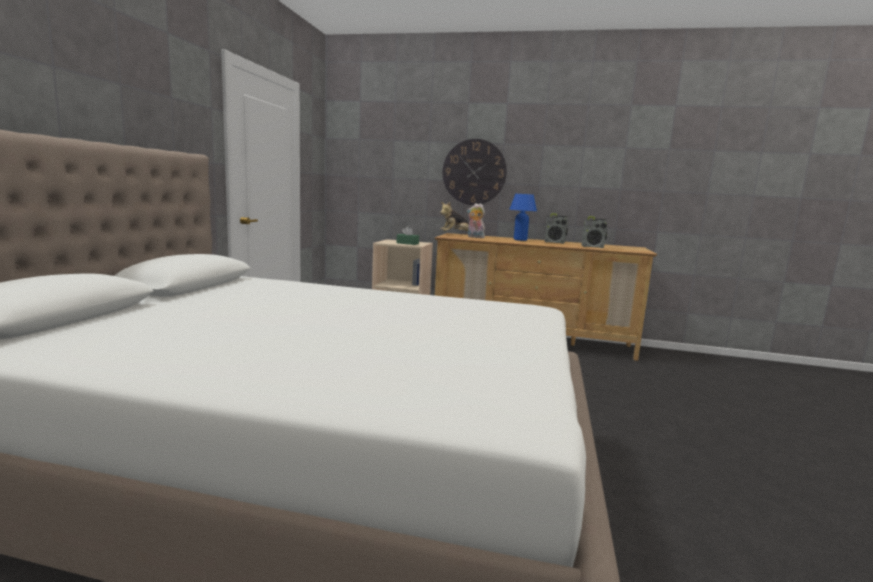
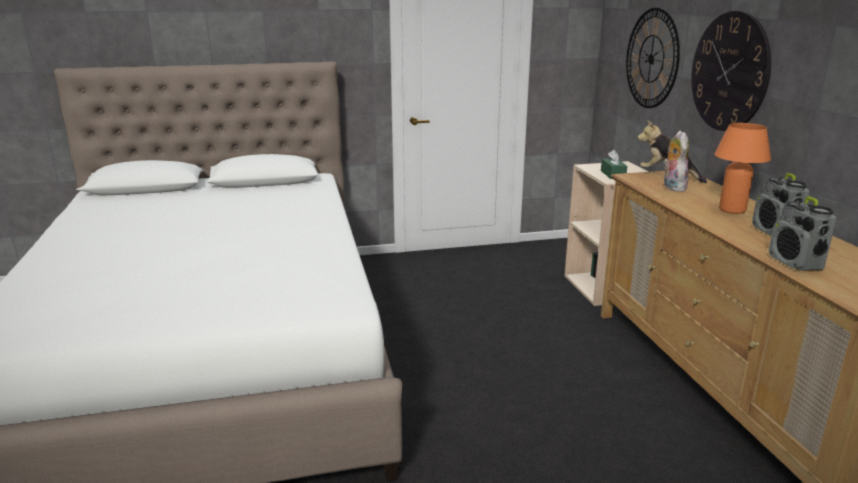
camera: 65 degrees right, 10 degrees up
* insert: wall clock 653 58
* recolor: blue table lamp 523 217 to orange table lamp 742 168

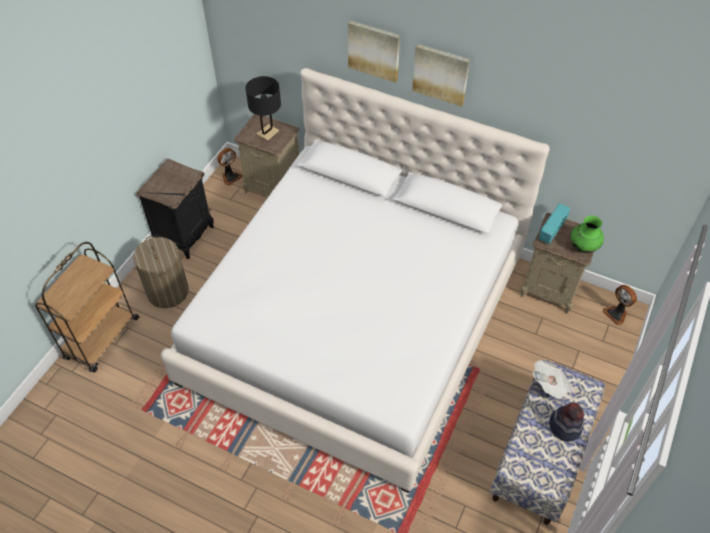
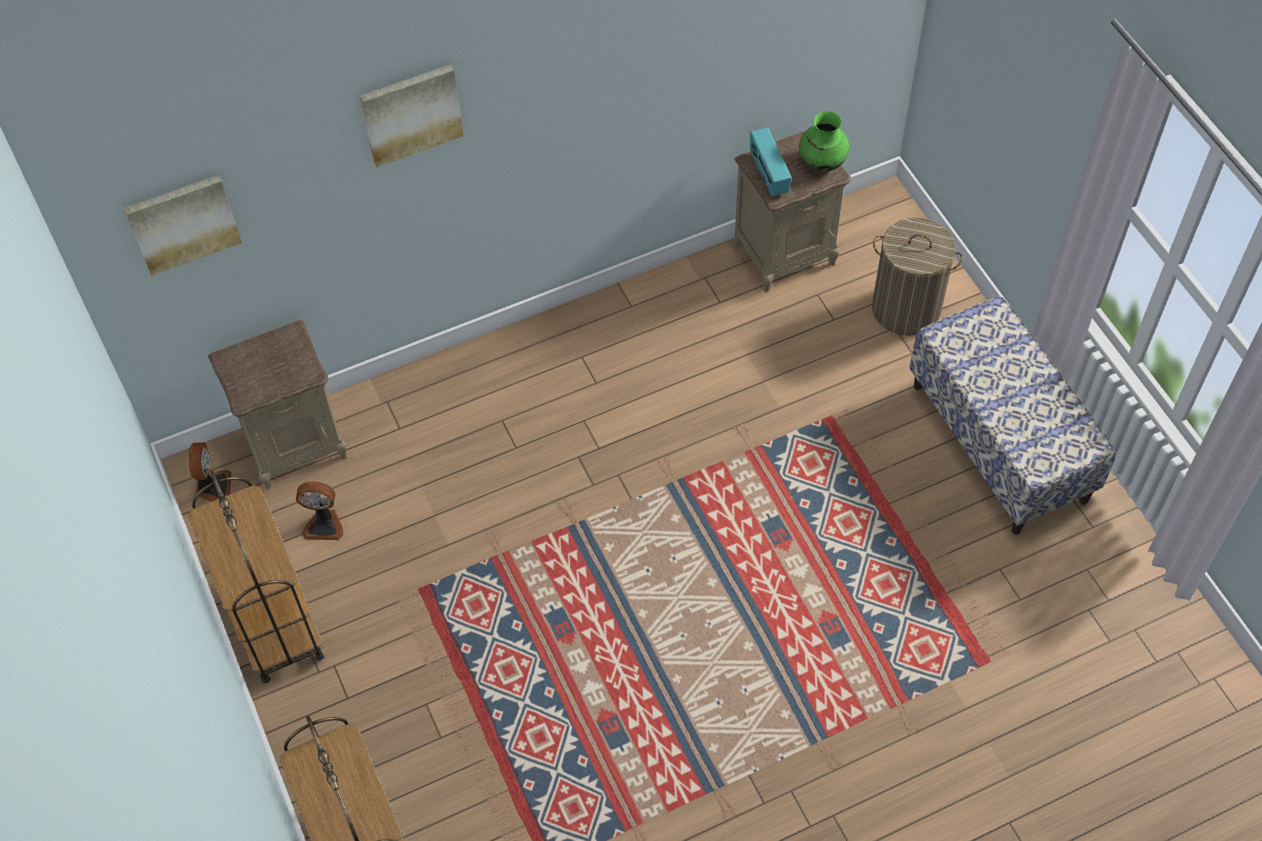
camera: 50 degrees left, 5 degrees up
* delete: white bed 355 280
* delete: black table lamp 263 108
* delete: newspaper 553 379
* delete: hat 566 422
* move: laundry basket 161 272 to 917 277
* move: picture 441 75 to 183 225
* move: fan 620 305 to 319 511
* replace: black nightstand 175 209 to brown cart 256 577

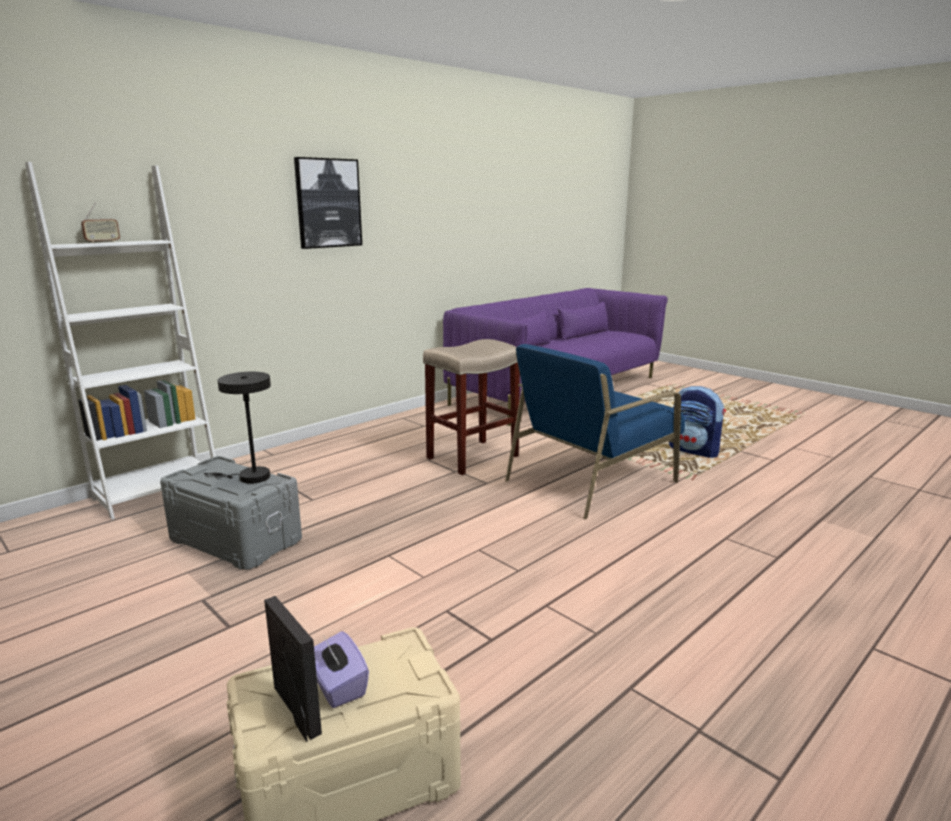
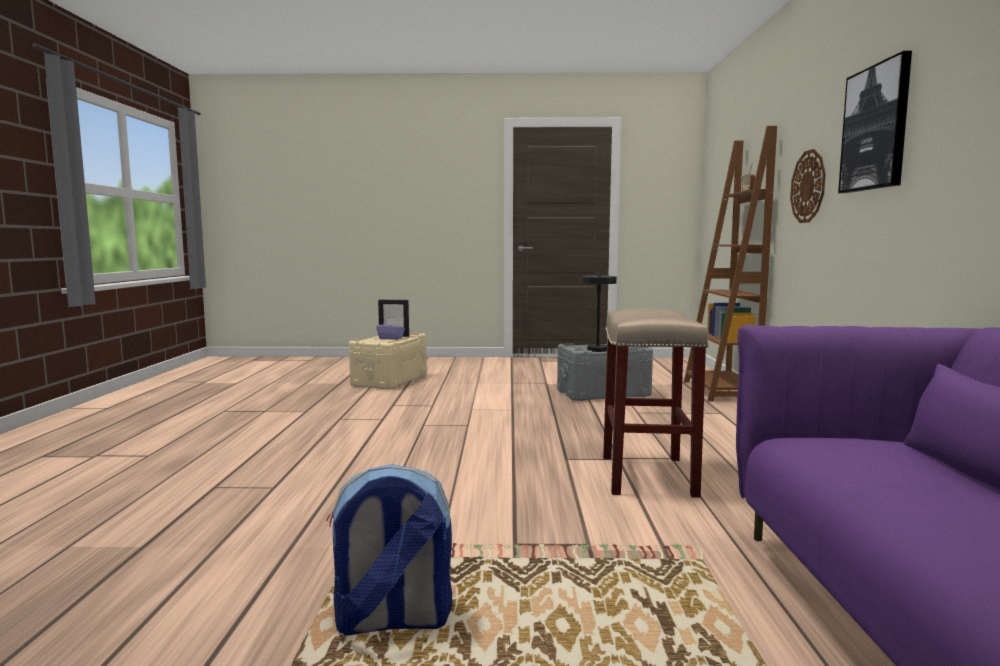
camera: 135 degrees right, 10 degrees down
* delete: blue armchair 595 431
* insert: wall clock 808 186
* recolor: white bookcase 120 341 to brown bookcase 730 263

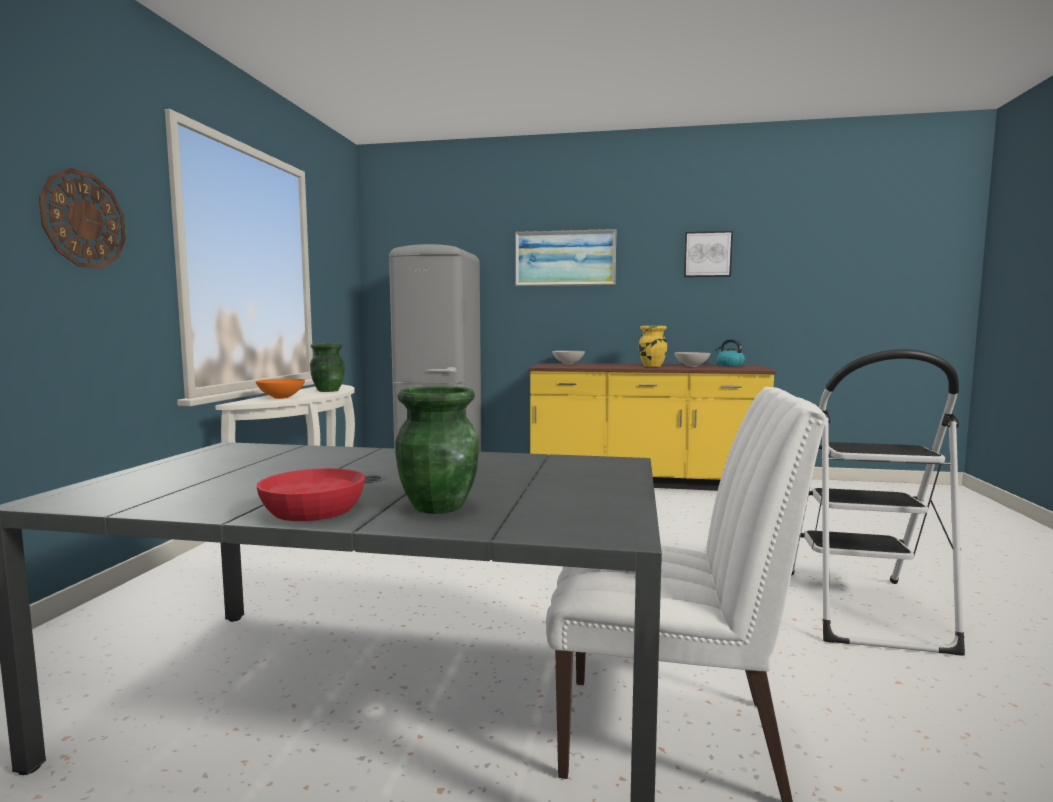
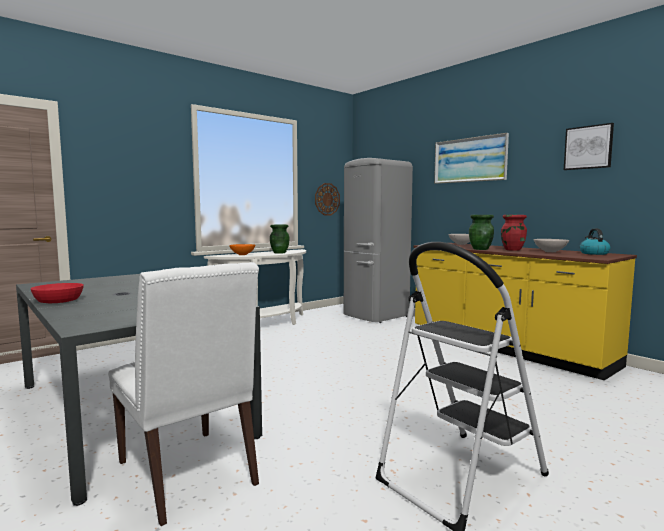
camera: 40 degrees right, 0 degrees up
* move: wall clock 82 218 to 327 199
* move: green vase 437 450 to 481 232
* recolor: yellow vase 653 346 to red vase 514 233

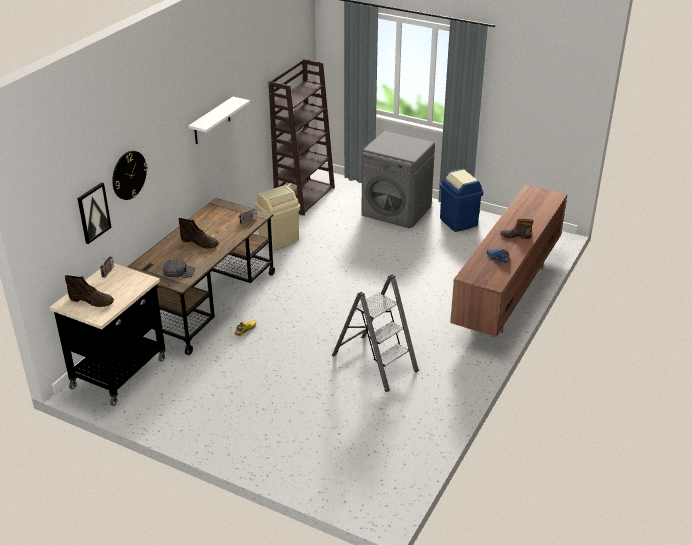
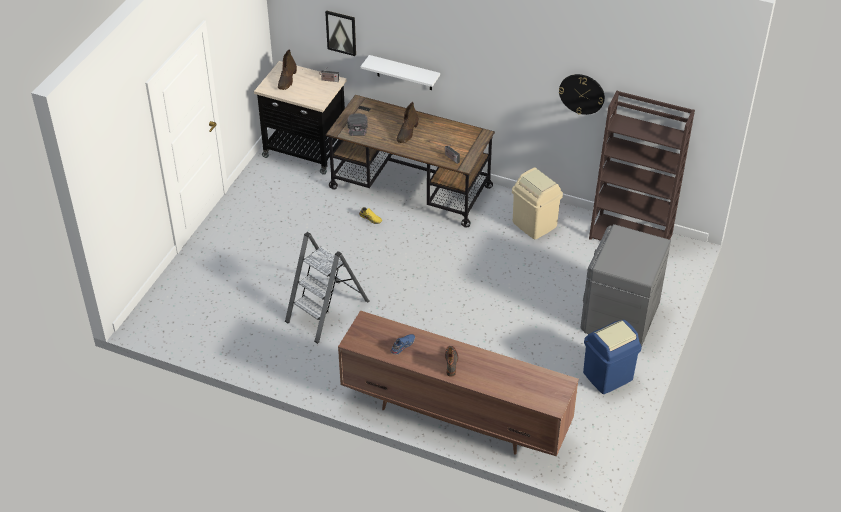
camera: 85 degrees right, 10 degrees up
* move: wall clock 130 175 to 582 94
* move: white shelf 219 120 to 400 72

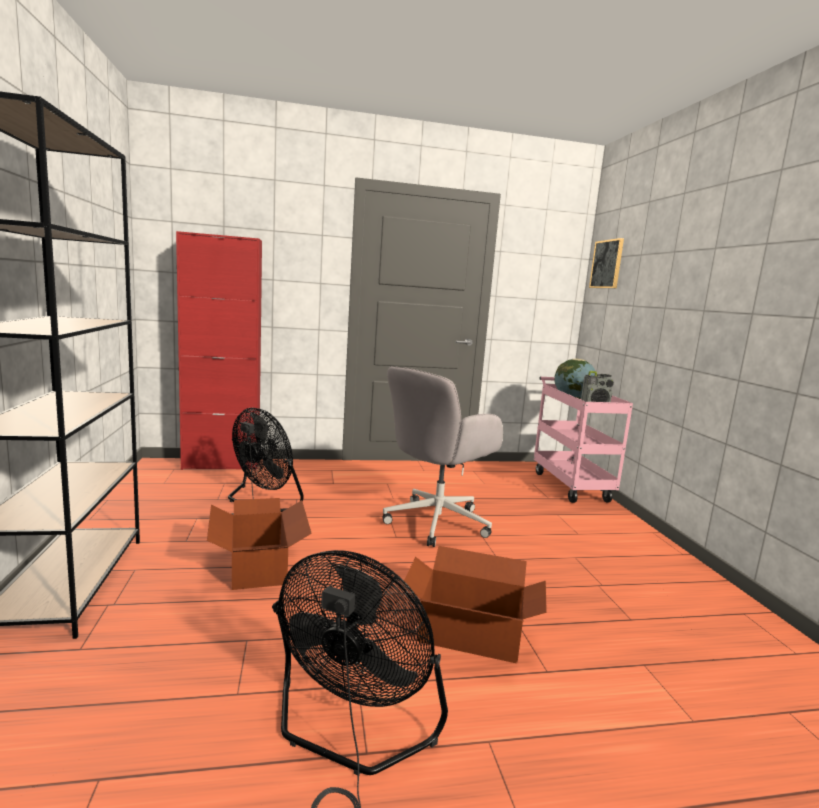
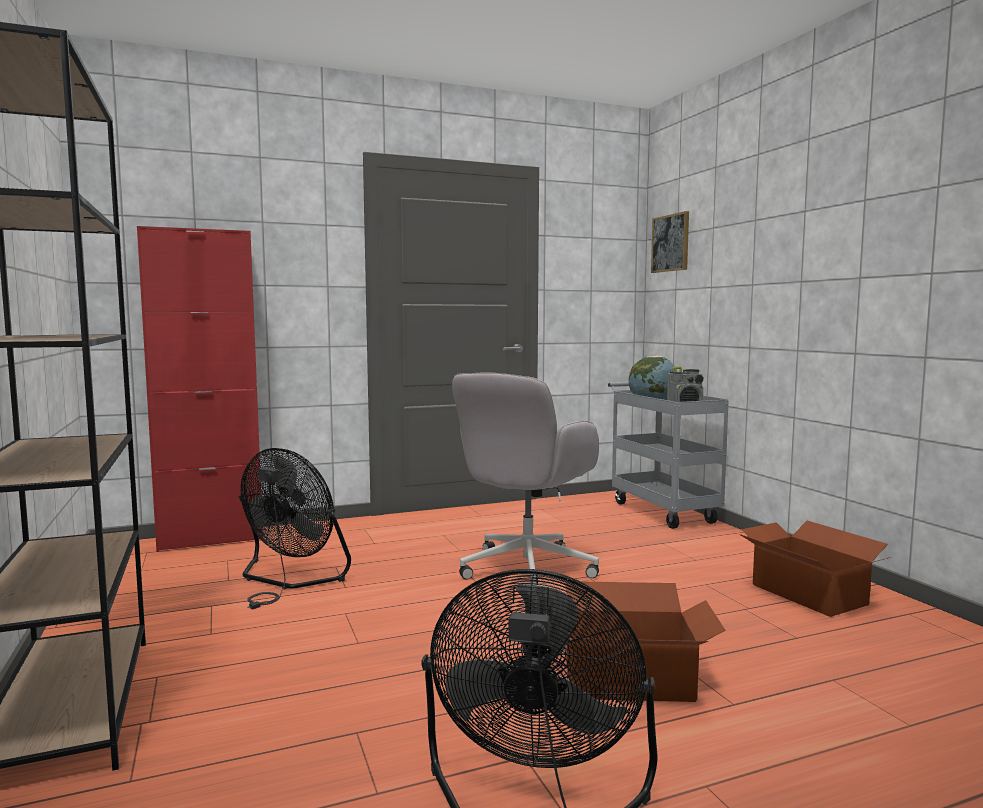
camera: 10 degrees left, 5 degrees down
* move: cardboard box 259 544 to 815 569
* recolor: pink cart 583 440 to grey cart 668 455

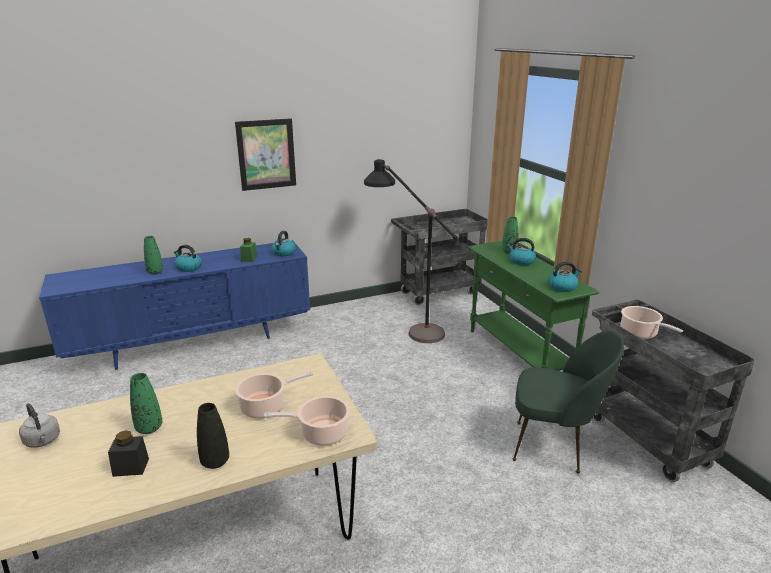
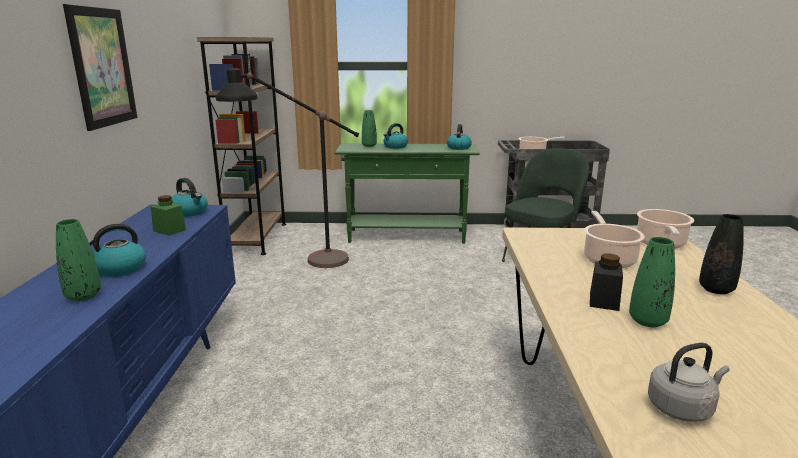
camera: 65 degrees left, 5 degrees down
* move: black jar 128 453 to 606 282
* replace: black cart 439 257 to brown bookcase 241 146

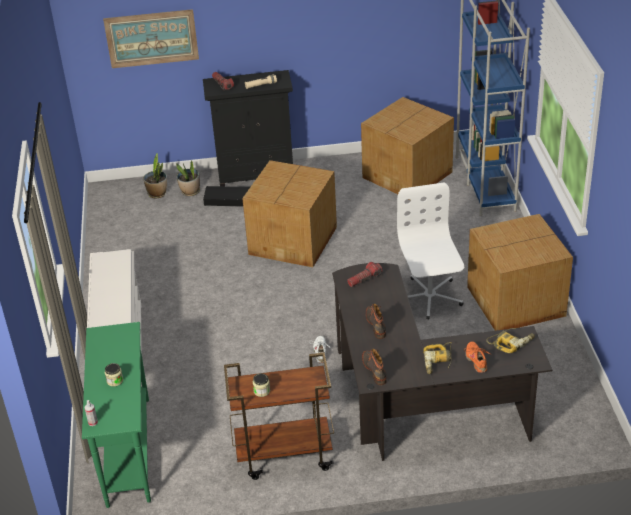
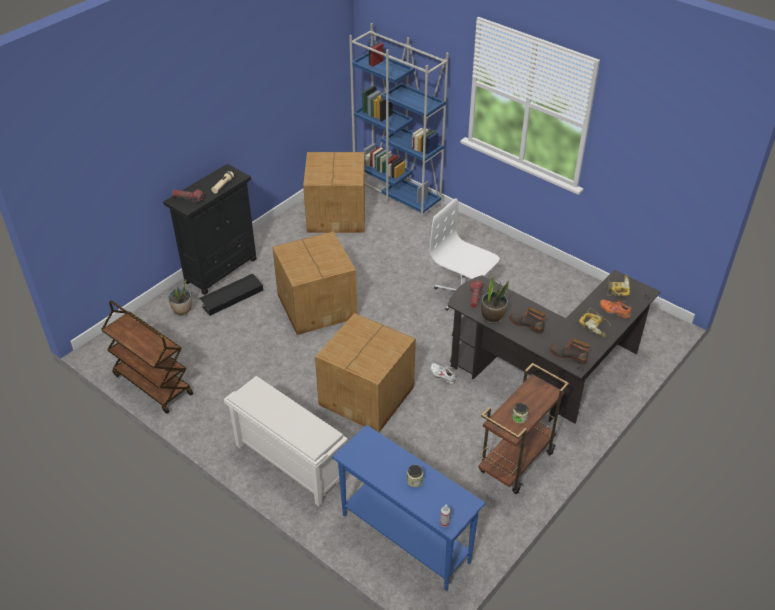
camera: 45 degrees left, 5 degrees up
* delete: picture 151 38
* insert: brown cart 147 357
* move: potted plant 155 175 to 495 299
* move: cardboard box 520 272 to 365 372
* recolor: green console table 116 415 to blue console table 409 508

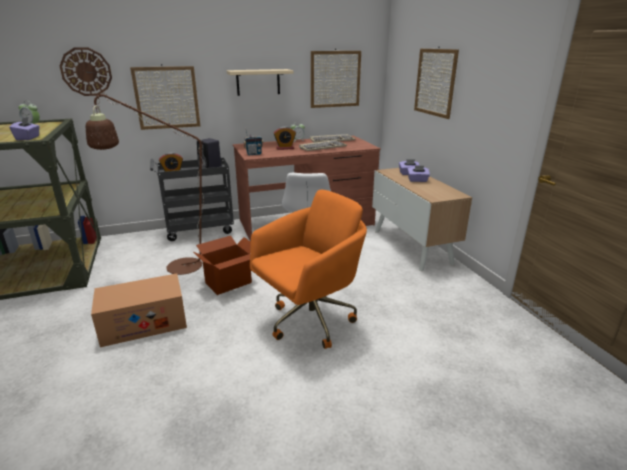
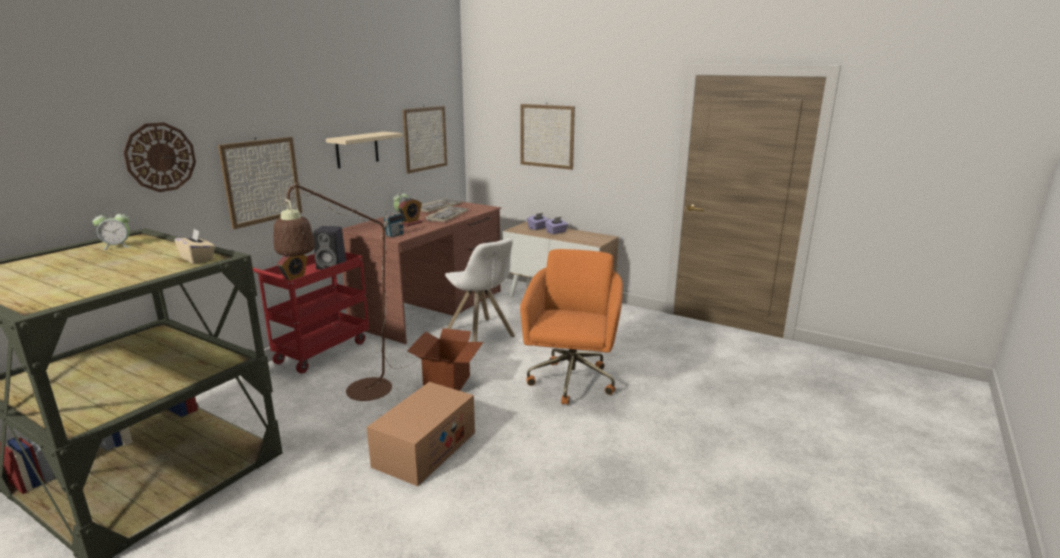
camera: 40 degrees left, 5 degrees down
* recolor: purple tissue box 24 128 to beige tissue box 195 246
* recolor: grey cart 192 199 to red cart 311 312

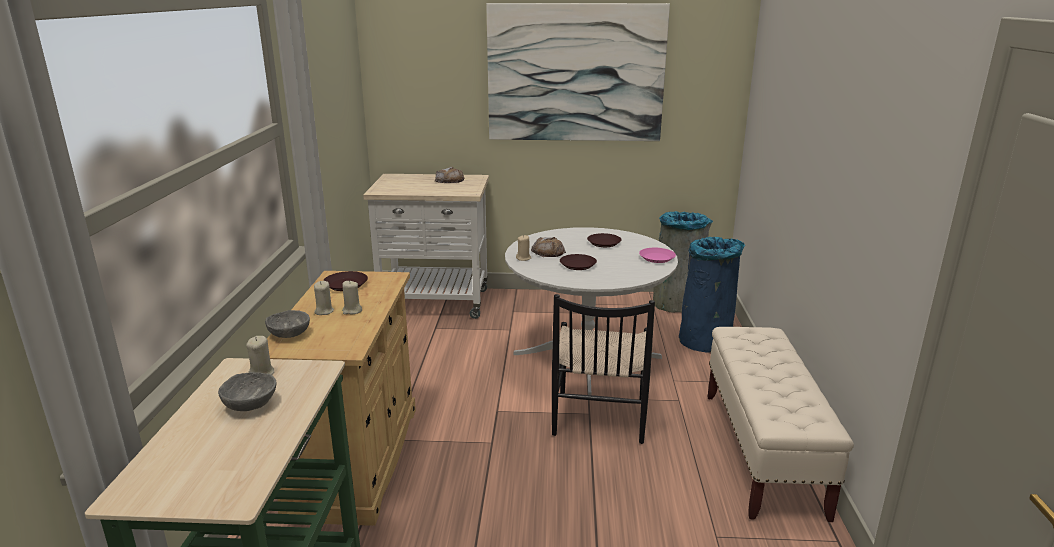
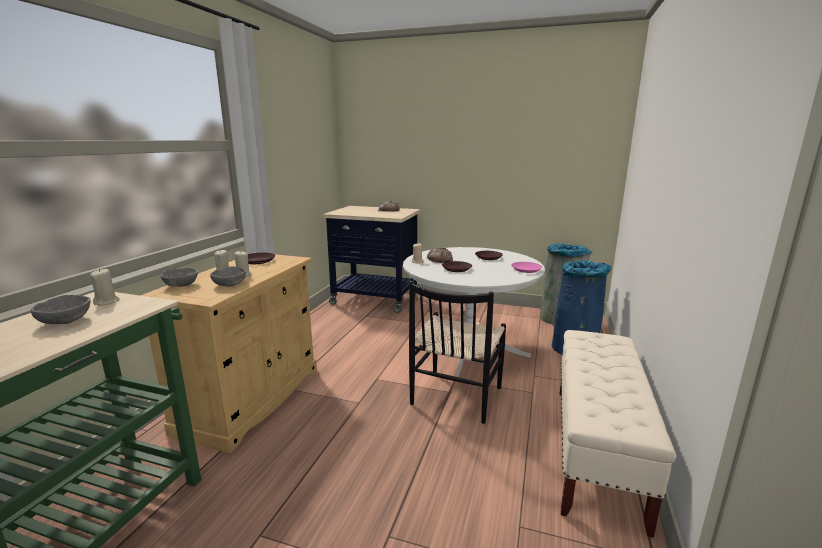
camera: 15 degrees right, 5 degrees down
* delete: picture 578 72
* insert: grey bowl 228 276
* recolor: white cart 426 246 to blue cart 371 259

